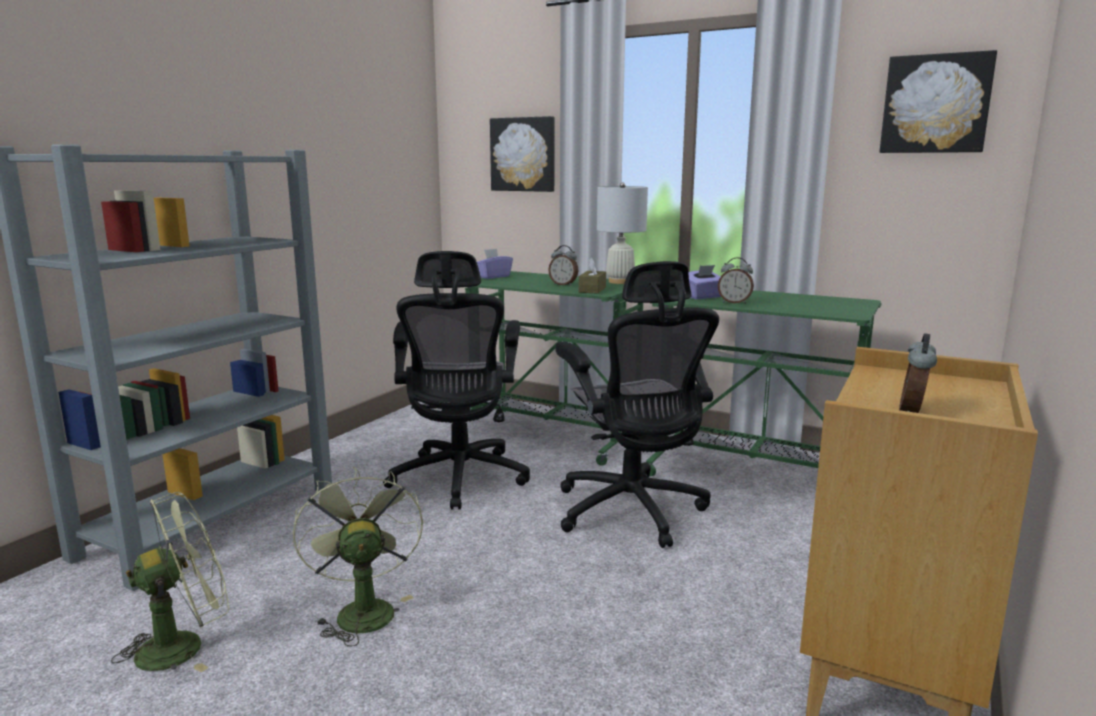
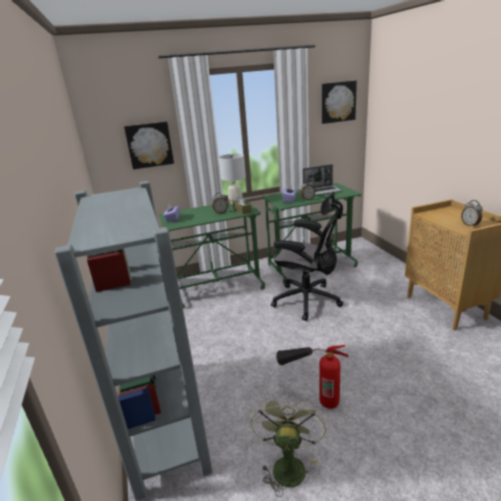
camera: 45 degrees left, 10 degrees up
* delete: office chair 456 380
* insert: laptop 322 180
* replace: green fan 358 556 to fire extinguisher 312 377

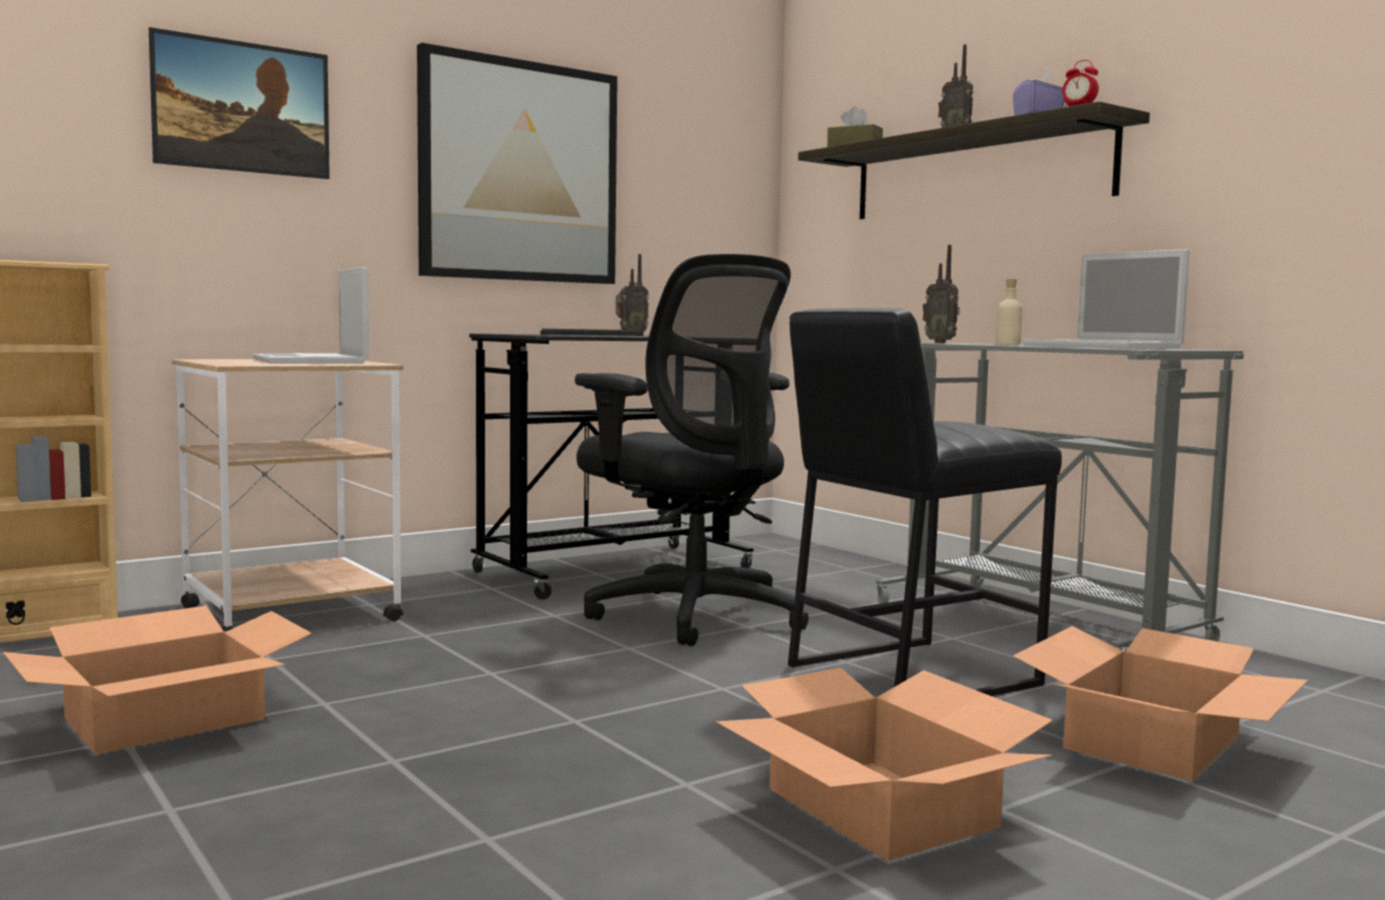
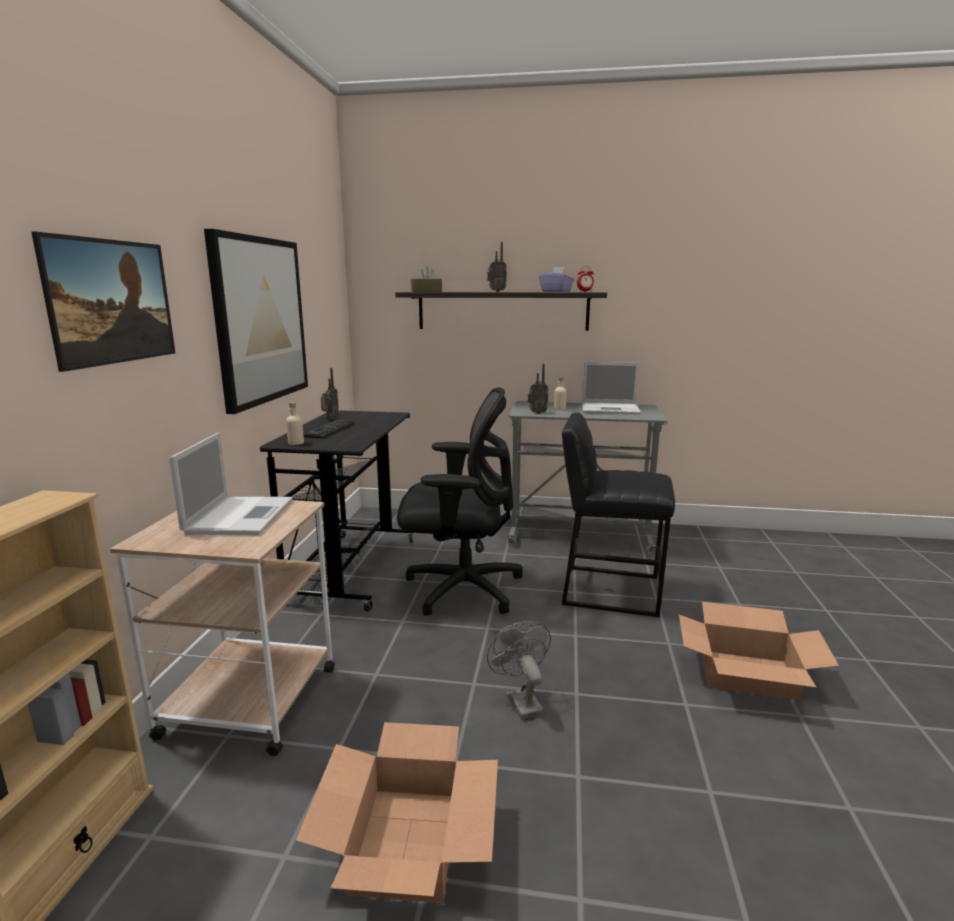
camera: 45 degrees left, 10 degrees up
* delete: cardboard box 1160 704
* insert: beige bottle 295 423
* insert: grey fan 519 670
* rotate: laptop 310 315 = 231 484 105 degrees counterclockwise
* rotate: black chair 925 502 = 618 515 90 degrees clockwise

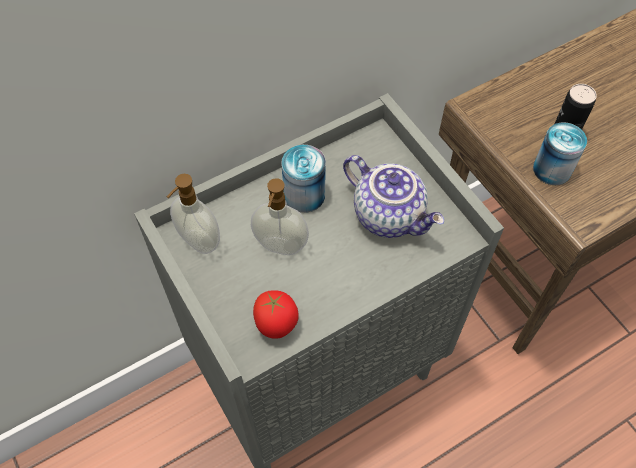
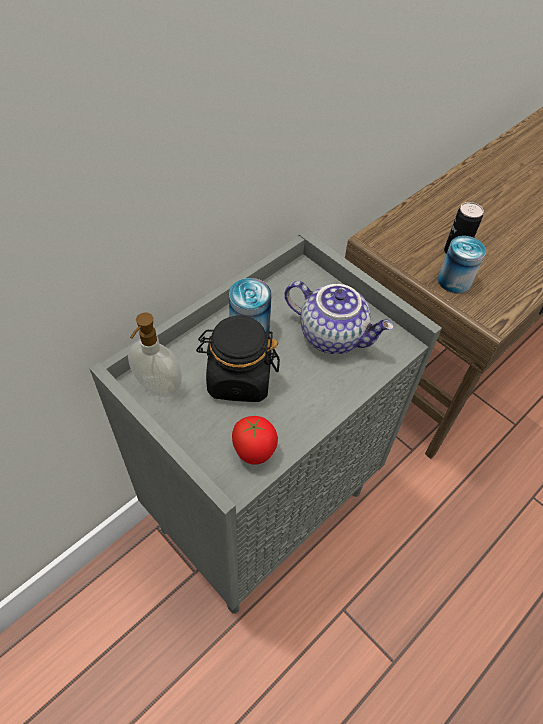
camera: 15 degrees left, 5 degrees down
* replace: soap dispenser 280 216 to black jar 238 358

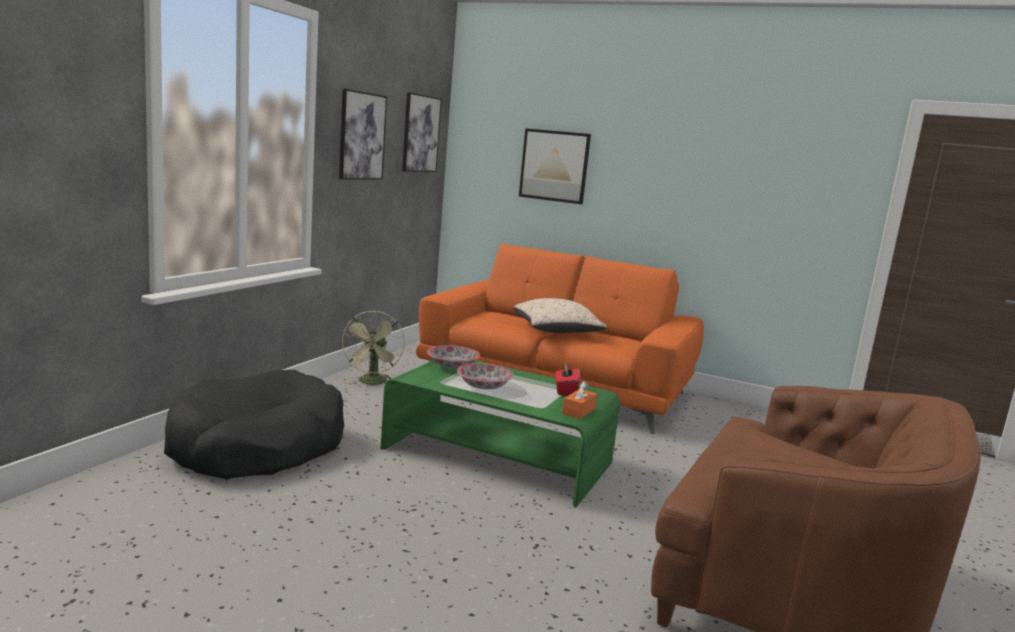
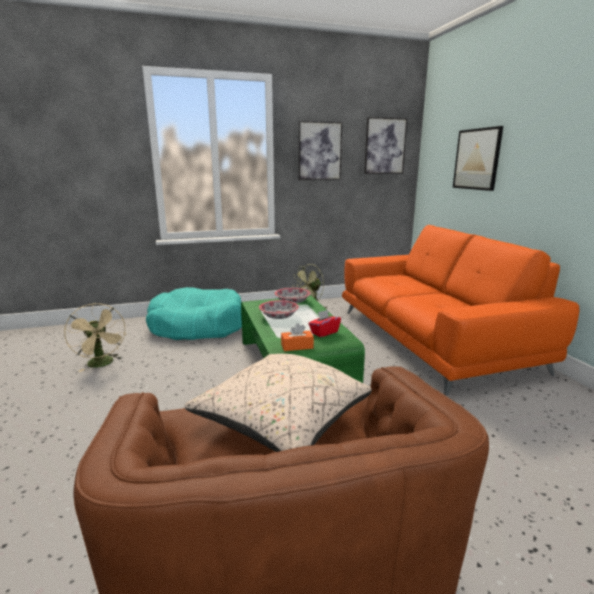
camera: 50 degrees right, 5 degrees up
* insert: beige fan 95 337
* move: beige pillow 560 315 to 278 403
* recolor: black dog bed 254 424 to turquoise dog bed 194 313

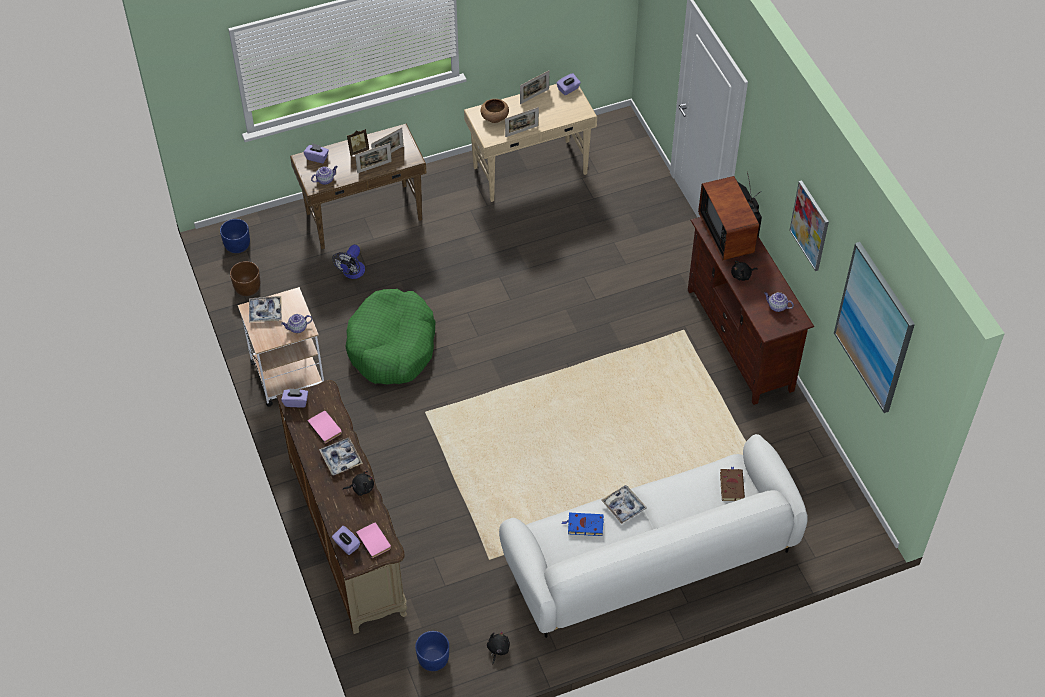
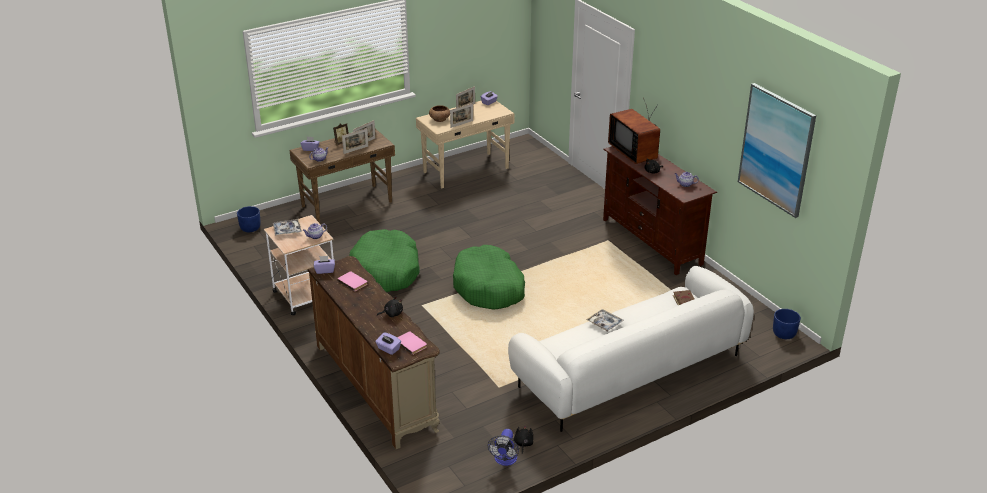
camera: 10 degrees left, 20 degrees down
* delete: brown planter 245 278
* delete: tray 341 457
* delete: blue book 582 524
* delete: picture 809 225
* insert: green dog bed 489 277
* move: fan 348 262 to 503 447
* move: blue planter 432 651 to 787 324

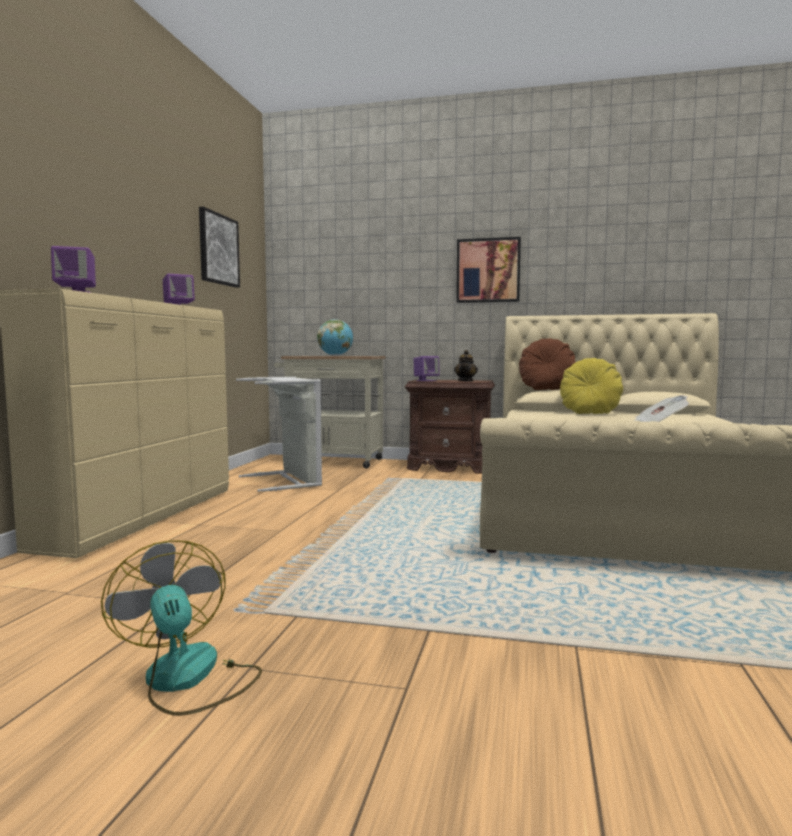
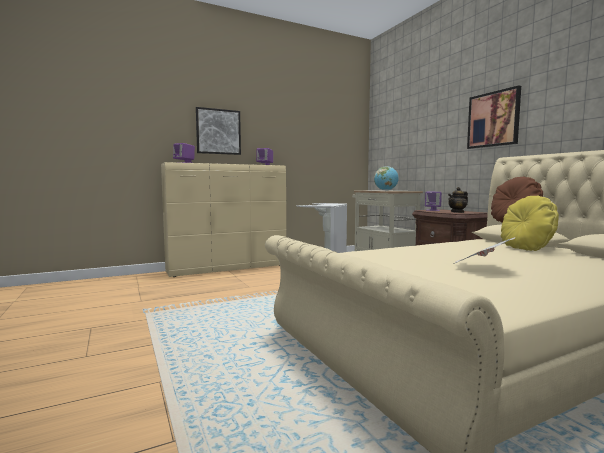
camera: 50 degrees right, 0 degrees up
* delete: fan 181 628
* move: picture 219 247 to 218 131

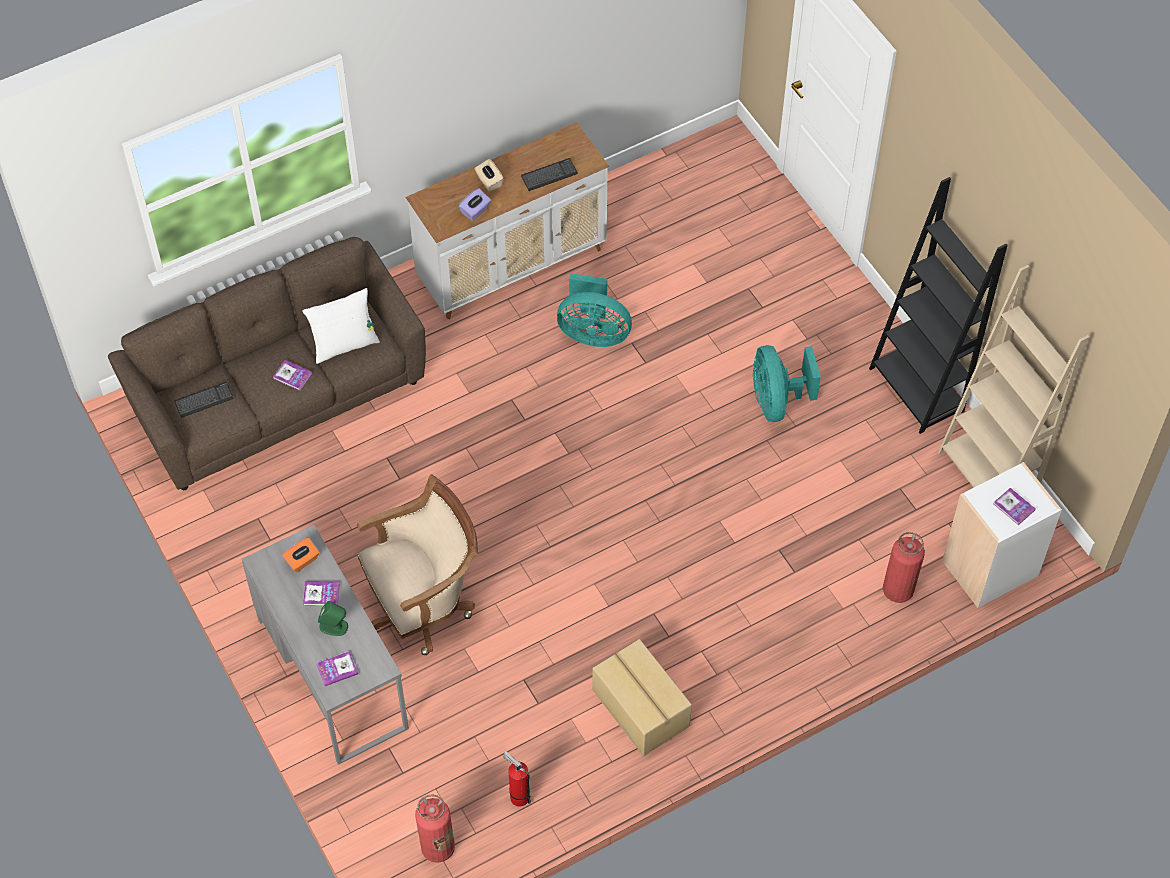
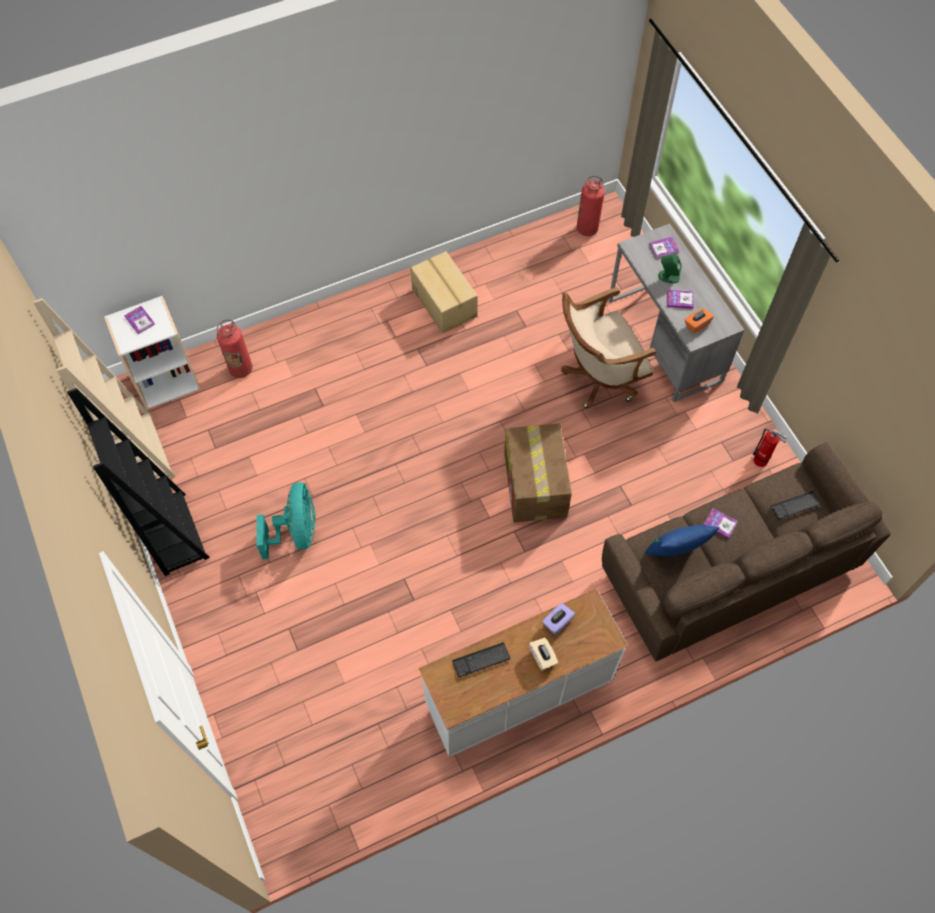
camera: 175 degrees left, 5 degrees up
* delete: turquoise fan 594 310
* insert: cardboard box 538 472
* move: fire extinguisher 517 779 to 770 448
* recolor: white pillow 341 326 to blue pillow 682 540

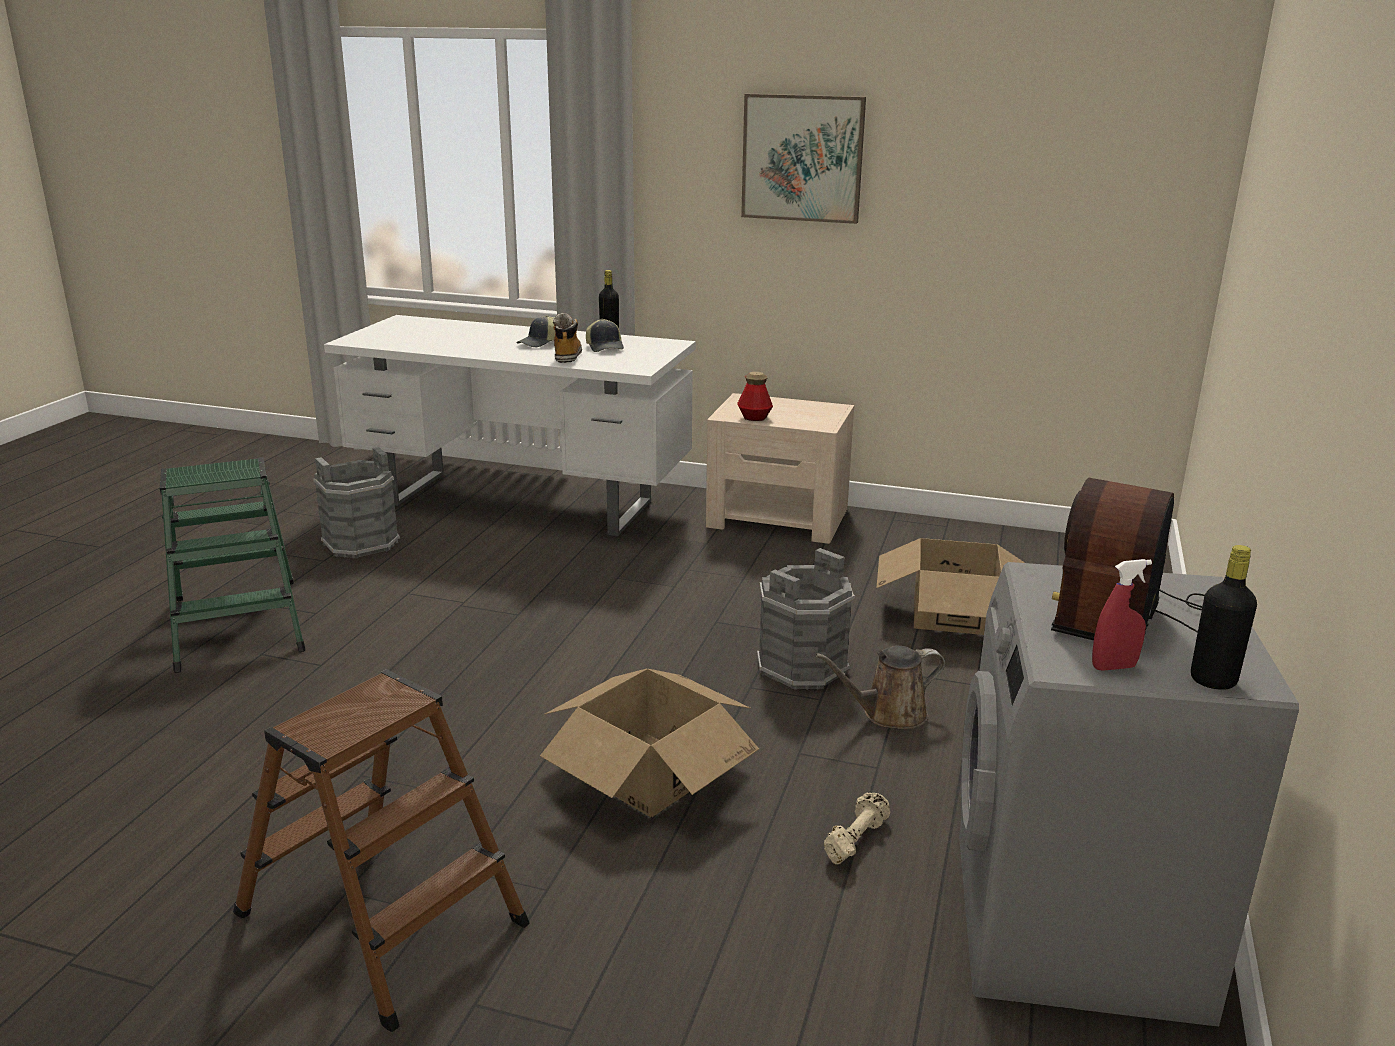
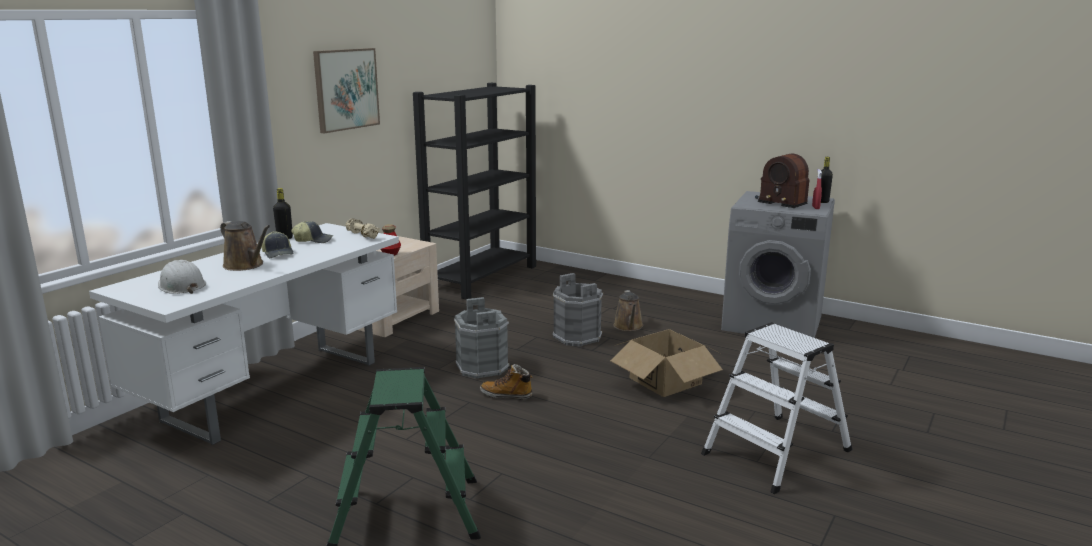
camera: 75 degrees left, 5 degrees down
* delete: cardboard box 950 586
* insert: white hard hat 182 277
* insert: brown watering can 245 246
* insert: black bookcase 474 191
* move: grey bucket 356 502 to 482 338
* move: boot 567 338 to 506 382
* move: beige dumbbell 857 828 to 362 228
* recolor: brown step ladder 381 850 to white step ladder 777 408

